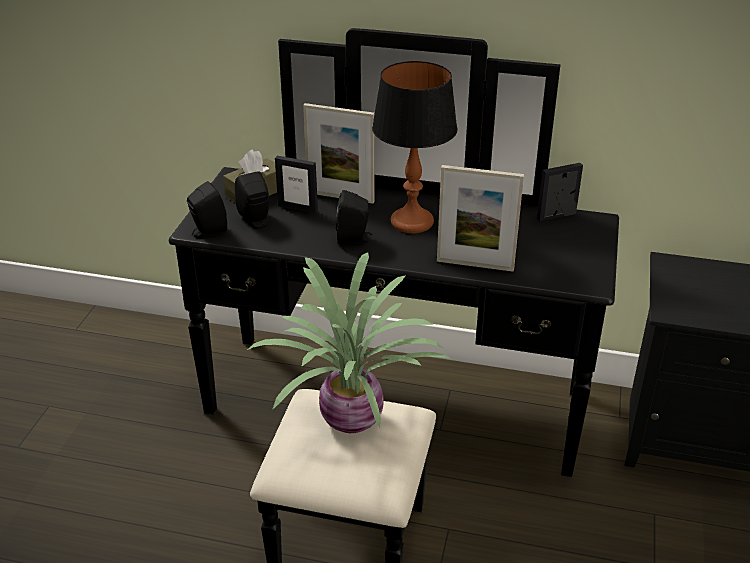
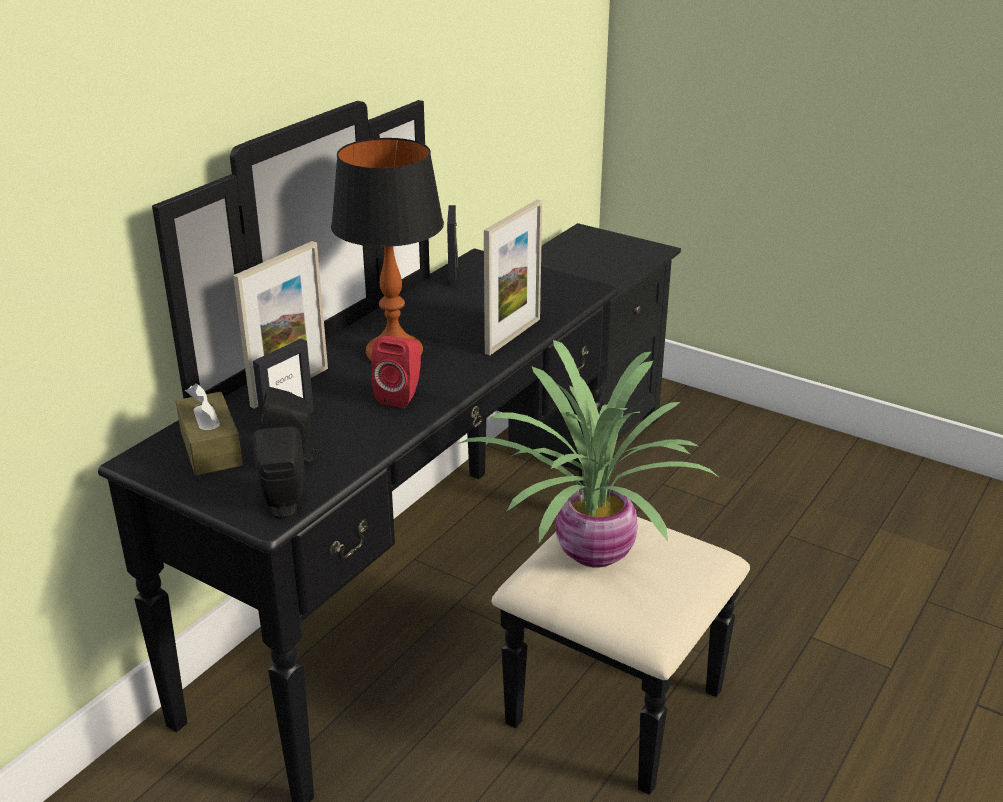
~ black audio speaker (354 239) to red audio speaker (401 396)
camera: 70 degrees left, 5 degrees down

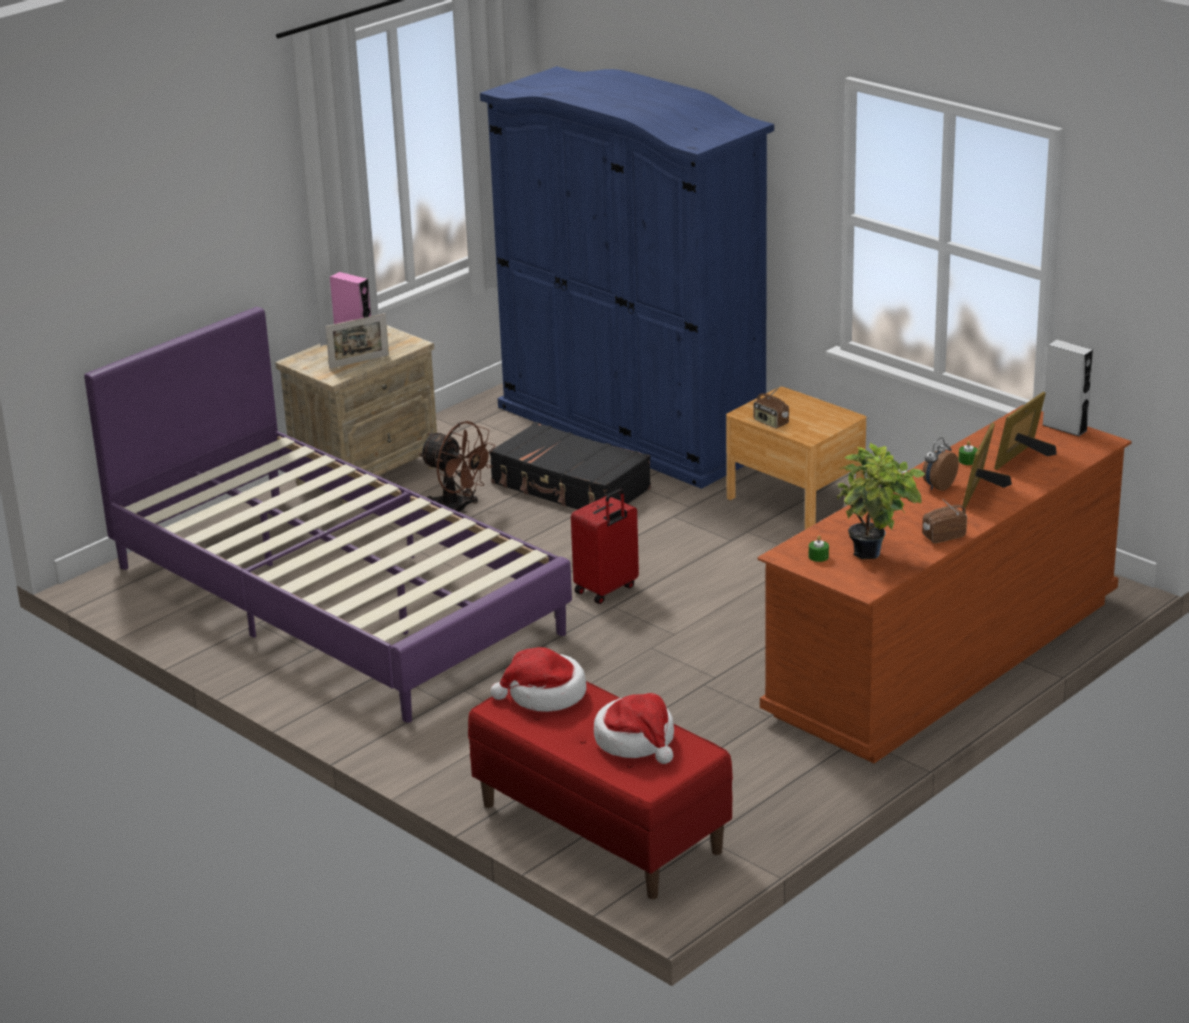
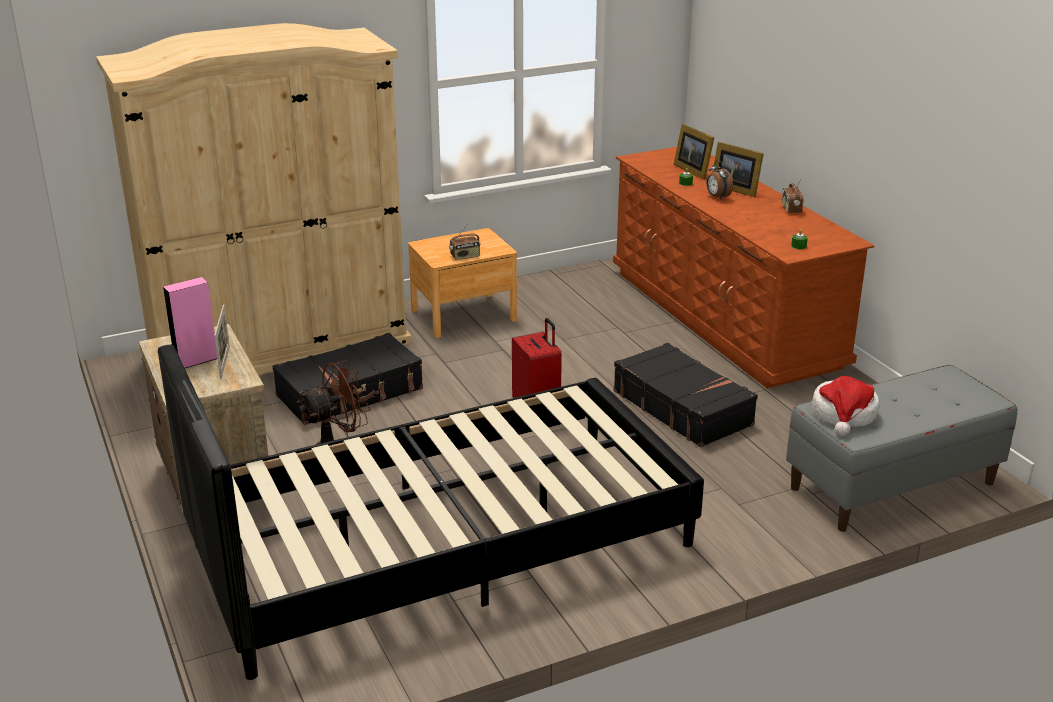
- wearable hat (636 741)
- houseplant (874 556)
- gray audio speaker (1064 427)
+ black piece of luggage (682 407)
~ purplish sleeping bed (335 598) to black sleeping bed (442 545)
~ red long seat (599 828) to gray long seat (892 486)
~ blue clothes cupboard (632 428) to beige clothes cupboard (279 348)
camera: 70 degrees left, 0 degrees up

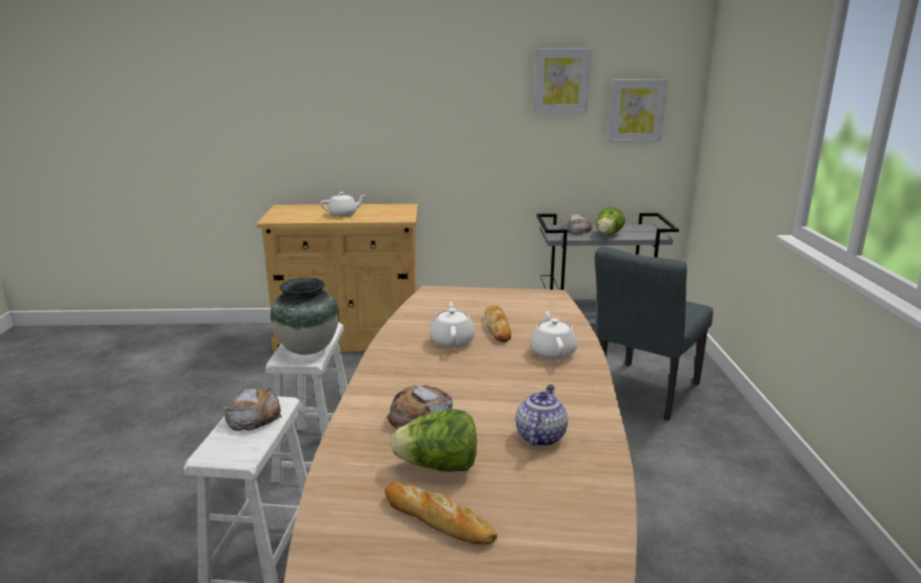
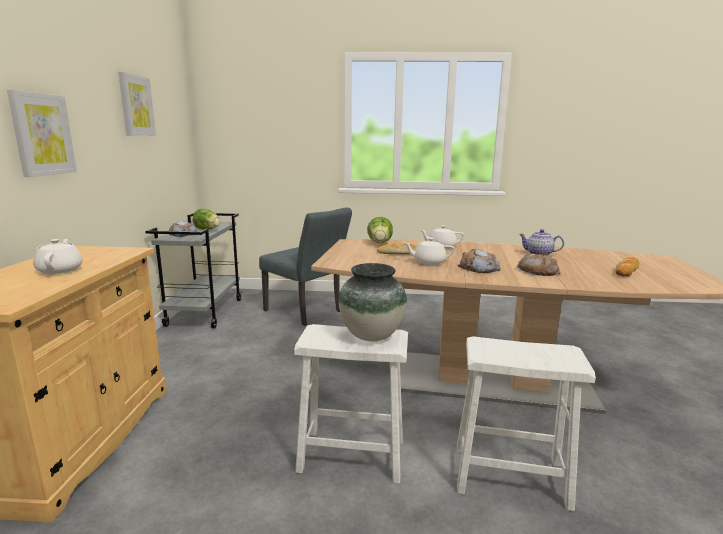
~ baked bread (254 416) to (478 268)
~ head of lettuce (438 466) to (380 243)
~ picture (636 110) to (42 134)
camera: 85 degrees left, 5 degrees down

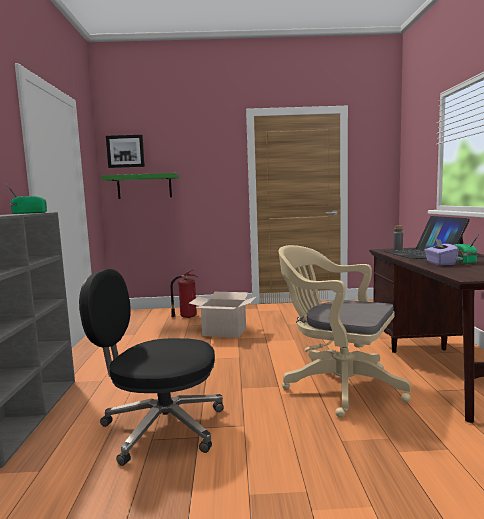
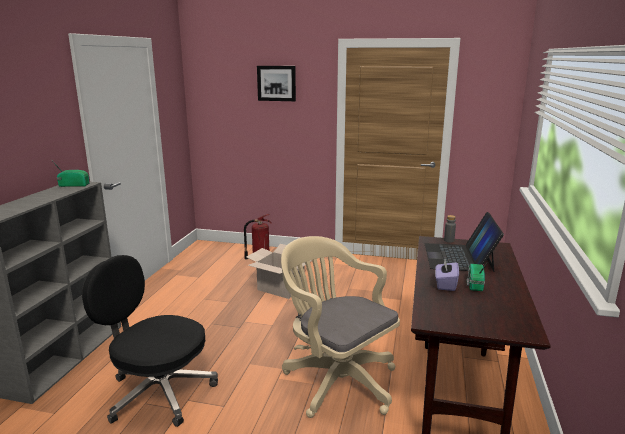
- green shelf (144 186)
~ picture (125 151) to (276 83)
camera: 15 degrees right, 10 degrees up

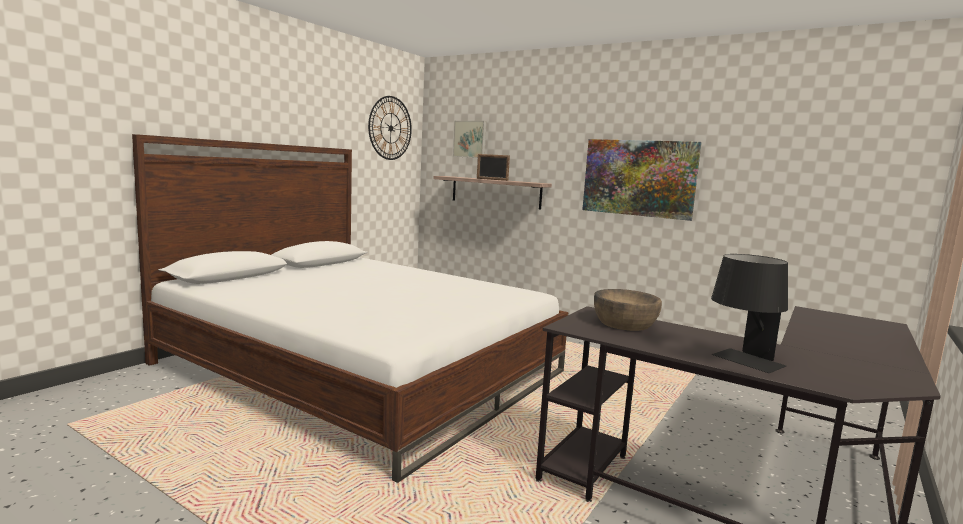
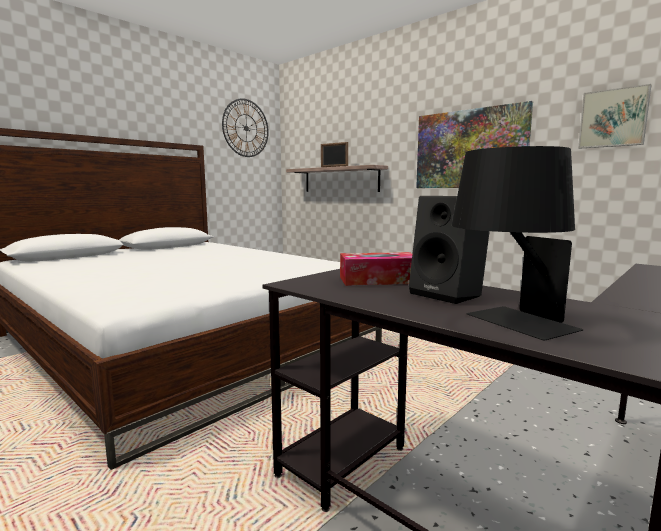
+ black audio speaker (450 294)
~ picture (470 139) to (613 118)
~ brownish bowl (624 323) to tissue box (378 280)
camera: 10 degrees right, 0 degrees up

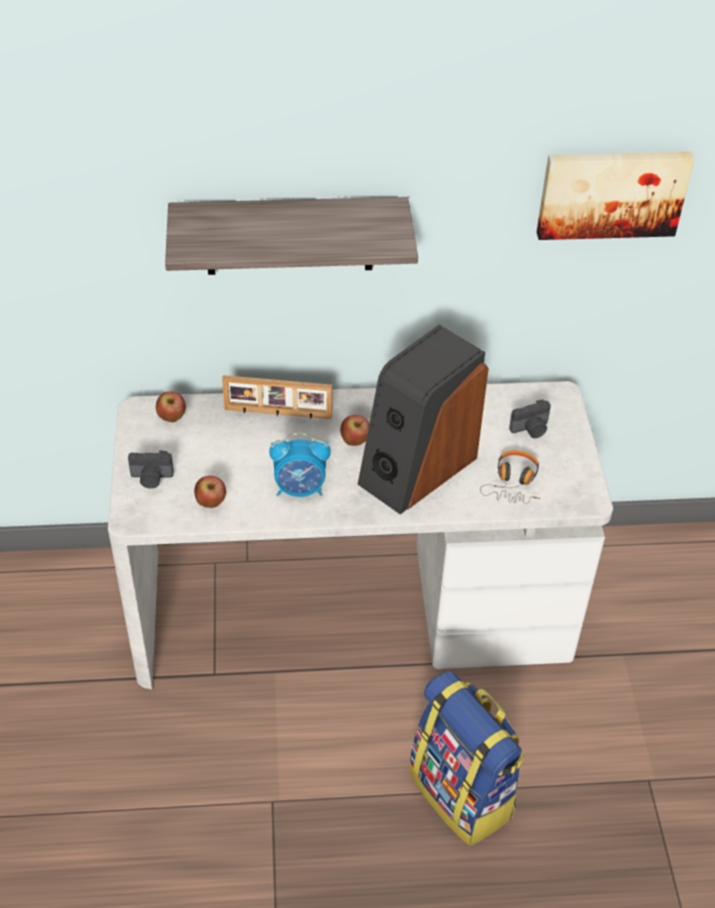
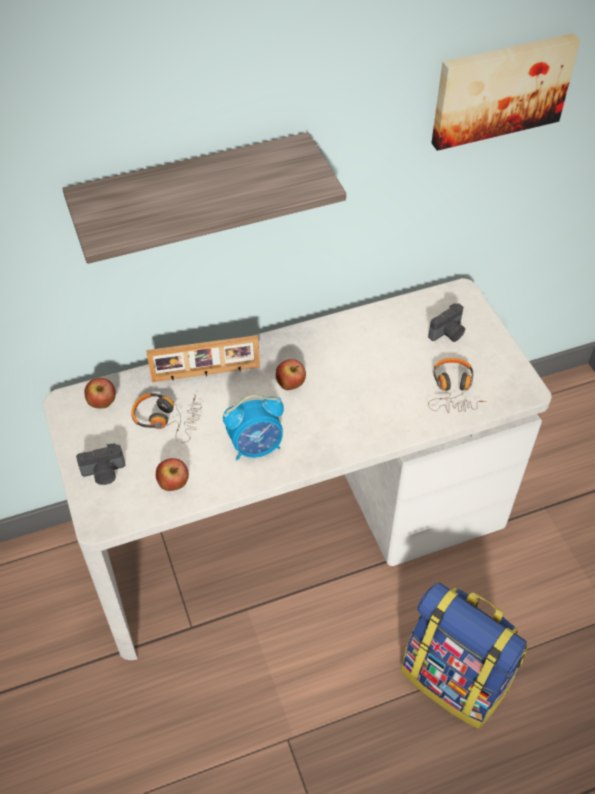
- audio speaker (416 468)
+ pair of headphones (167 419)
camera: 15 degrees left, 5 degrees up

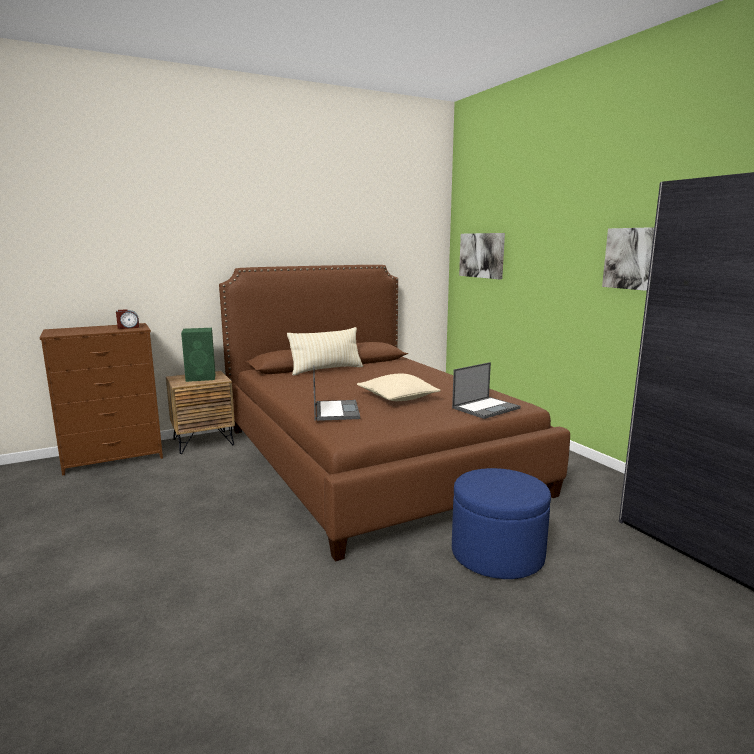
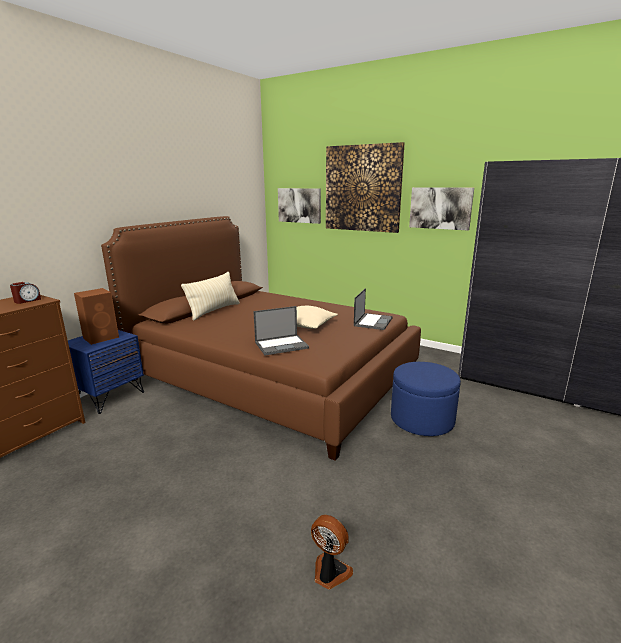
+ fan (329 573)
+ picture (362 188)
~ brownish nightstand (203 442) to blue nightstand (110 397)
~ green audio speaker (201 377) to brownish audio speaker (102 337)
~ laptop (335 410) = (282 345) 105 degrees clockwise
camera: 30 degrees left, 5 degrees up

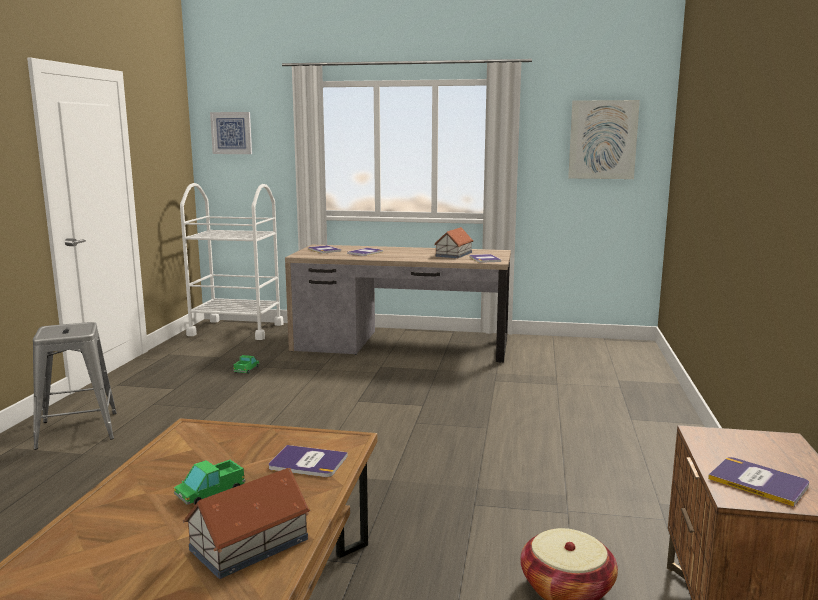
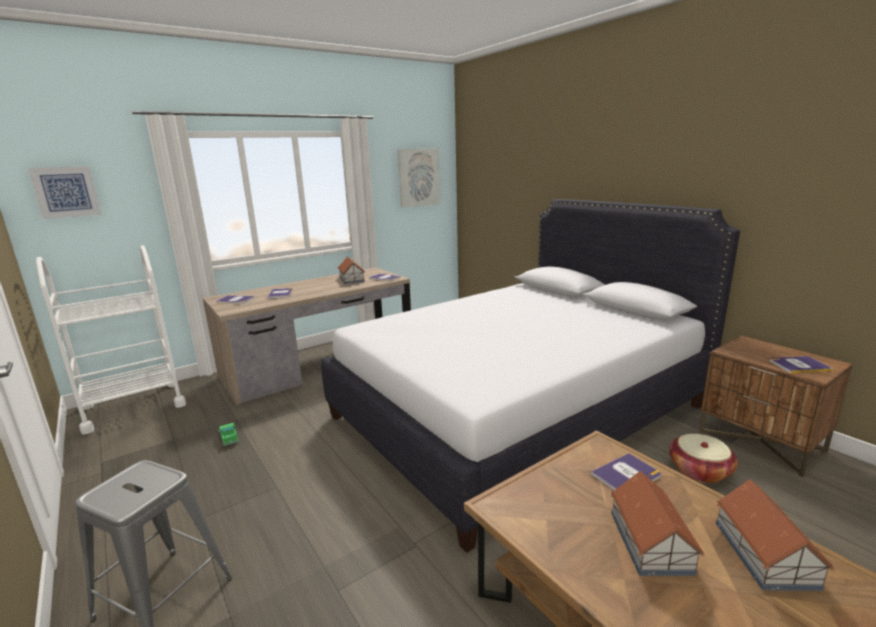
+ white-coloured sleeping bed (517 411)
~ toy truck (210 492) to toy house (650 541)
camera: 45 degrees left, 5 degrees up

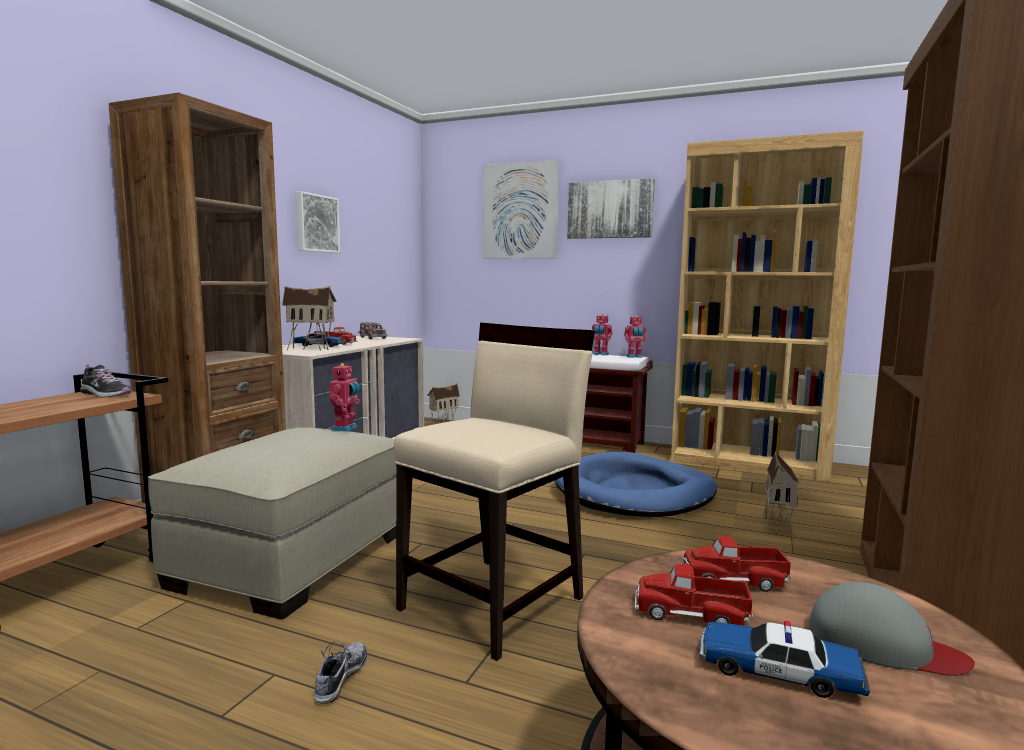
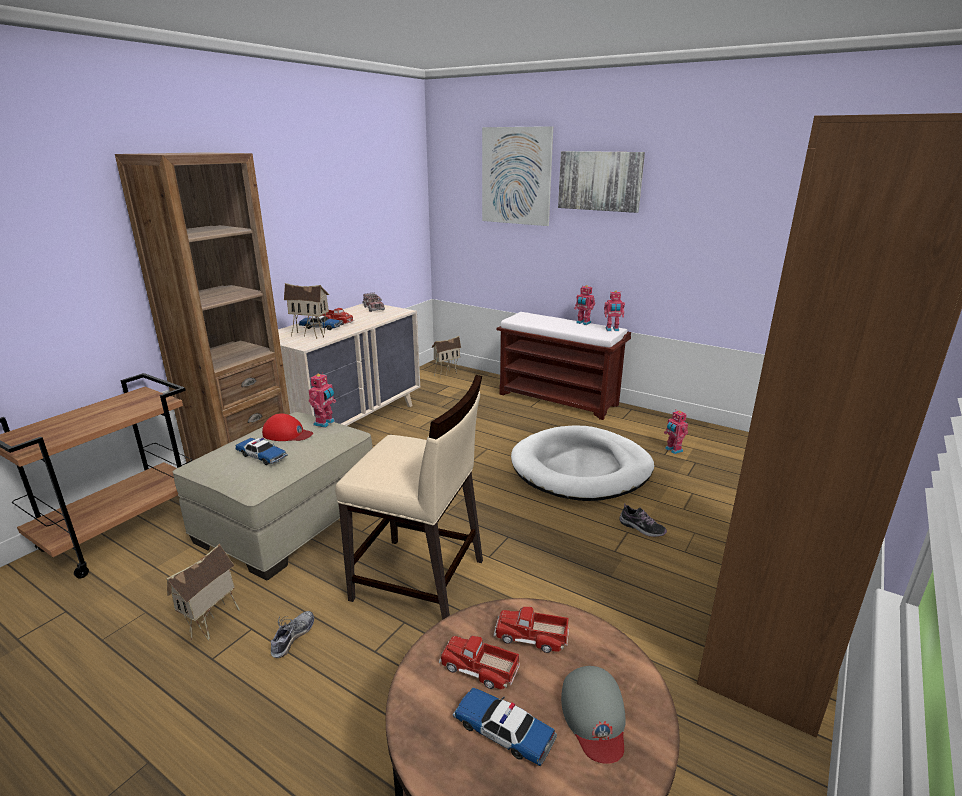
- picture (316 223)
- brownish bookcase (748 462)
+ miniature car (261 456)
+ red peaked cap (287 434)
+ model robot (673 450)
~ shoe (105 394) to (641 528)
~ toy house (778 527) to (214 625)
~ blue dog bed (634 492) to white-coloured dog bed (581 468)
~ beige plain chair (494 603) = (419 580) 60 degrees clockwise
~ gray peaked cap (882 644) = (594 716) 45 degrees clockwise
camera: 10 degrees right, 15 degrees up

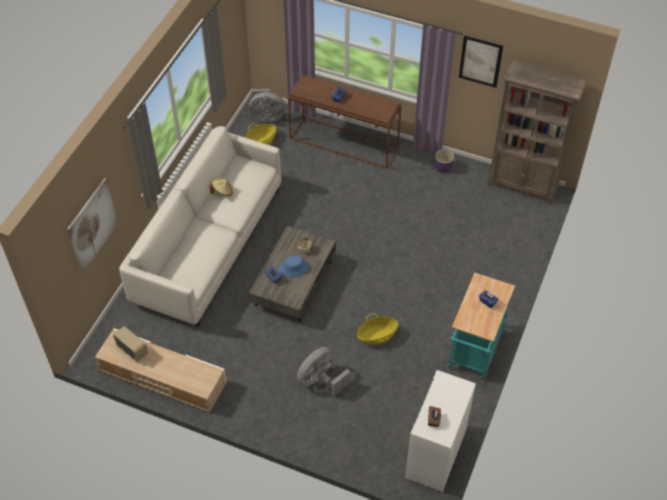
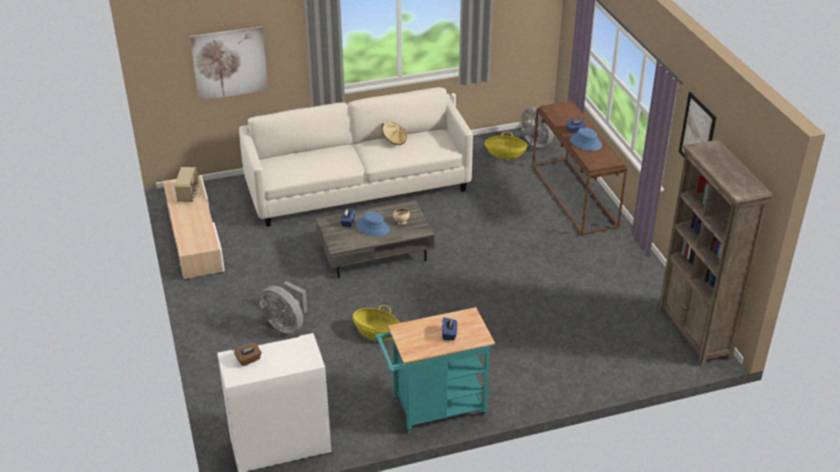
- purplish planter (443 167)
+ blue wearable hat (585 143)
~ gray fan (320 380) = (286 325) 150 degrees counterclockwise
camera: 50 degrees right, 15 degrees down

